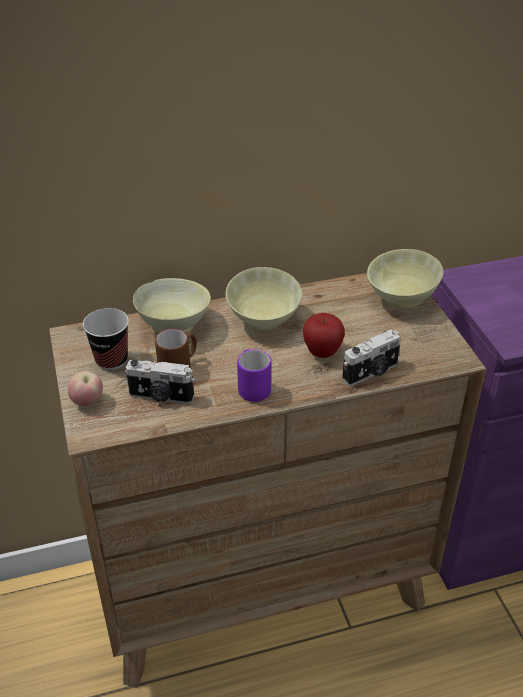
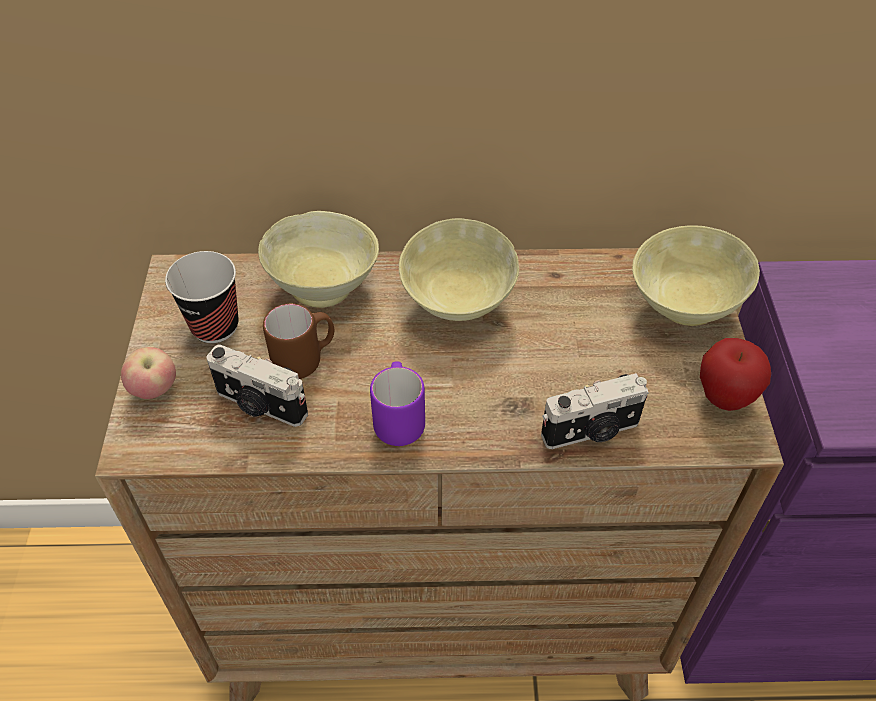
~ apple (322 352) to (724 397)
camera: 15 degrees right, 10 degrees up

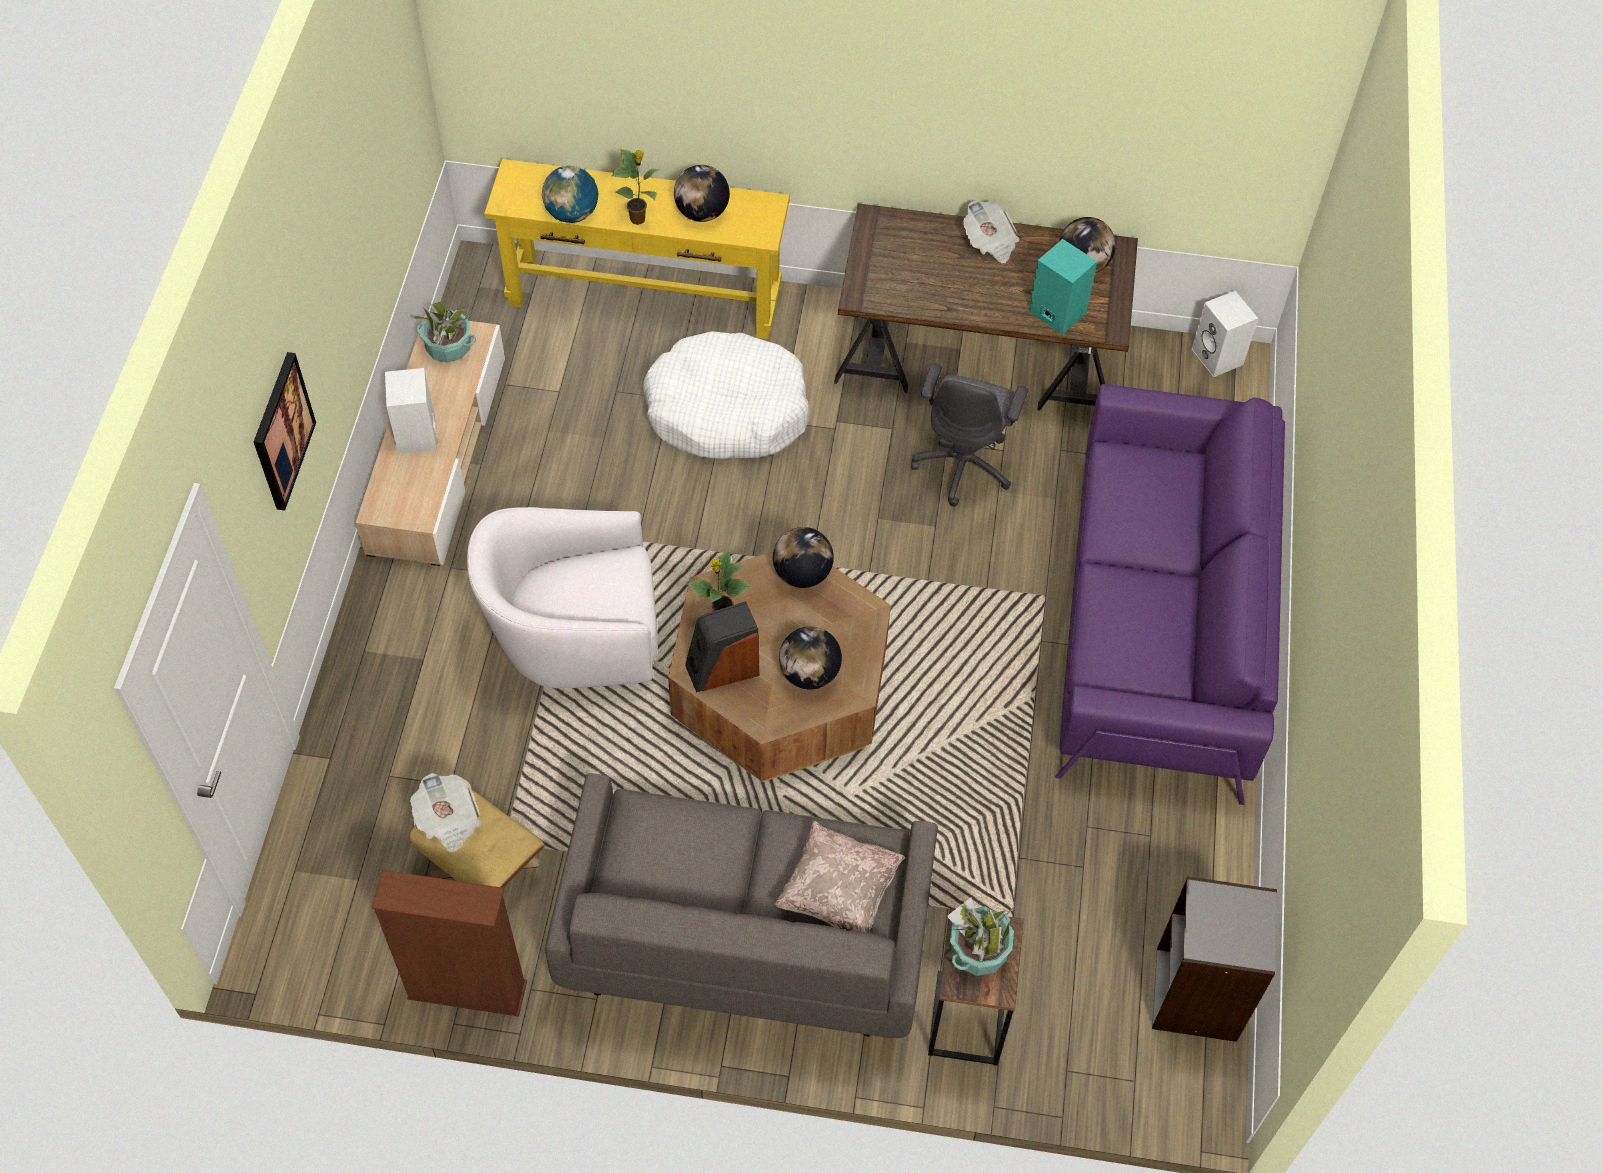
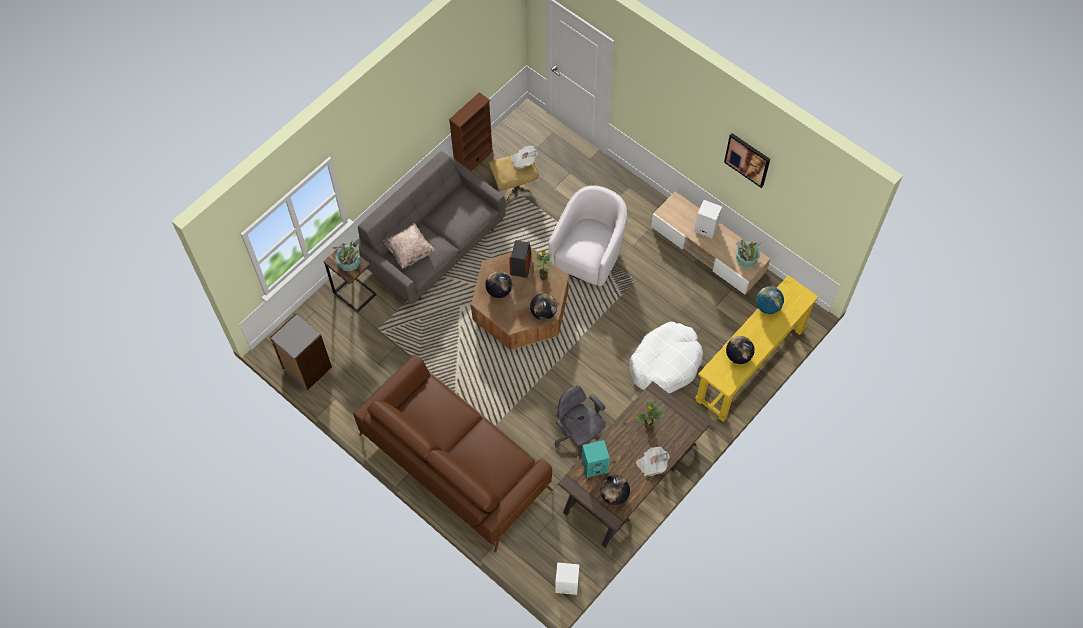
~ picture (281 431) to (747 159)
~ houseplant (639 219) to (648 425)
~ purplish couch (1160 619) to brownish couch (455 462)
camera: 125 degrees right, 5 degrees up

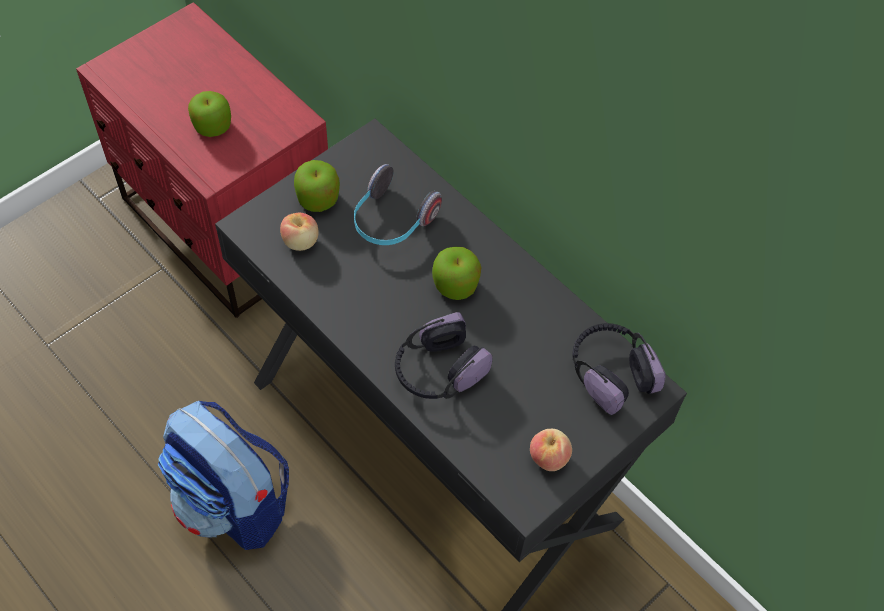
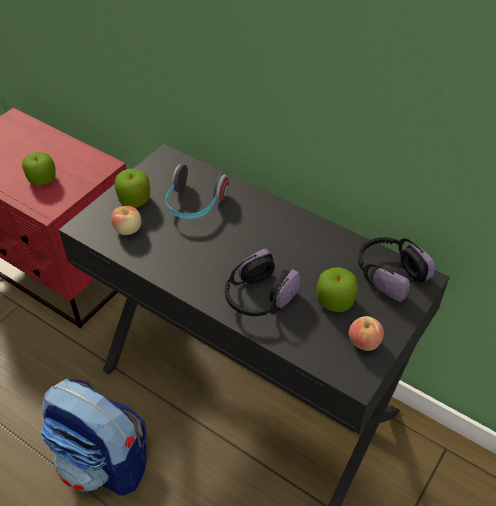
~ apple (455 284) to (335 300)
camera: 10 degrees left, 10 degrees down

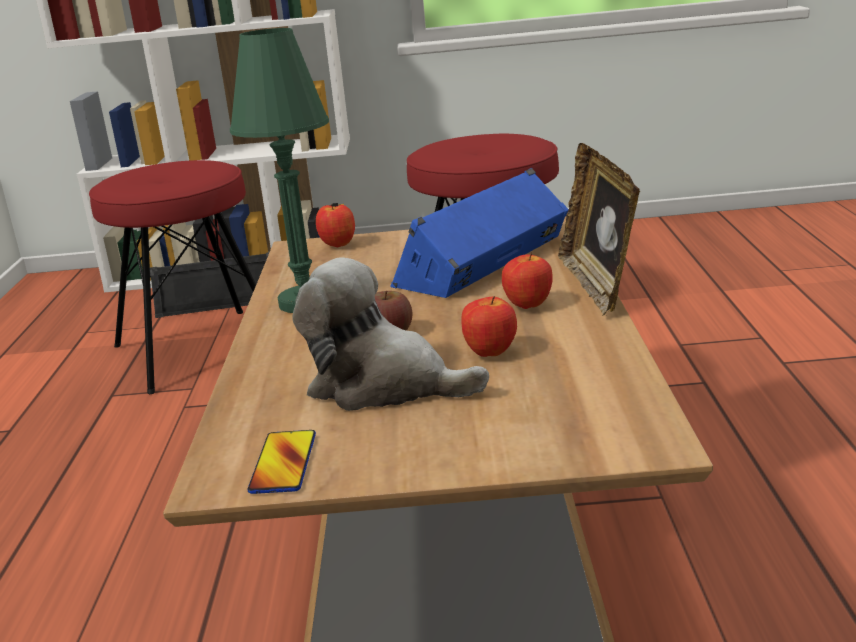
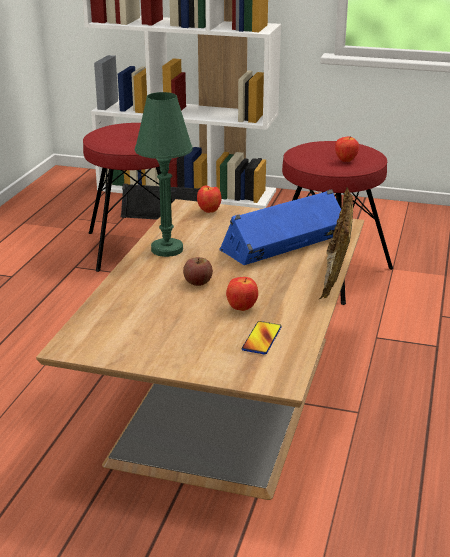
- cuddly toy (383 386)
~ handset (283 463) to (262 339)
~ apple (528 306) to (346 161)
camera: 15 degrees right, 5 degrees up

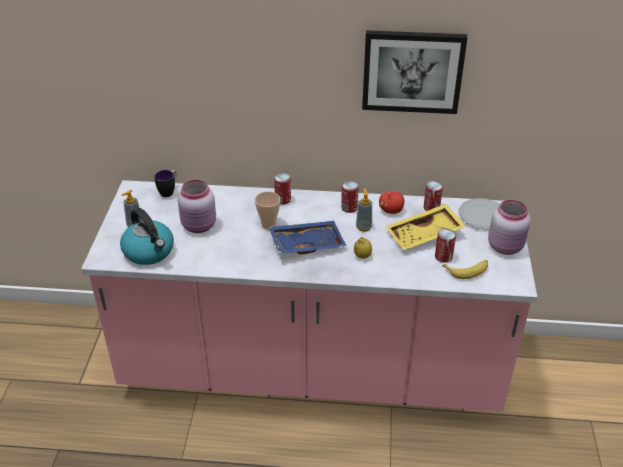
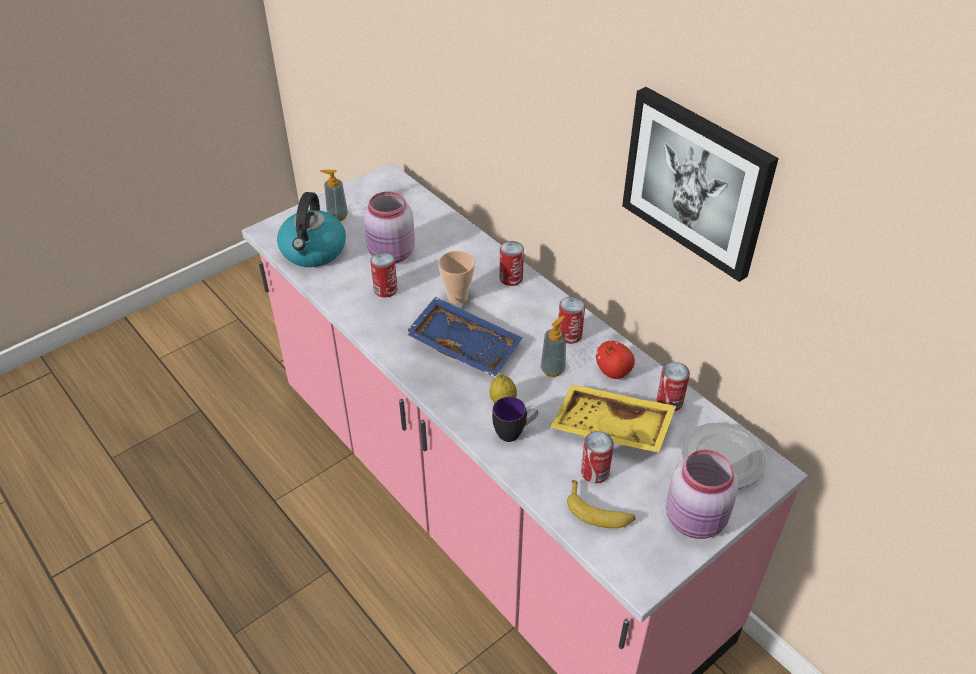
+ can (385 290)
~ coffee mug (169 191) to (515 432)
camera: 45 degrees right, 5 degrees up

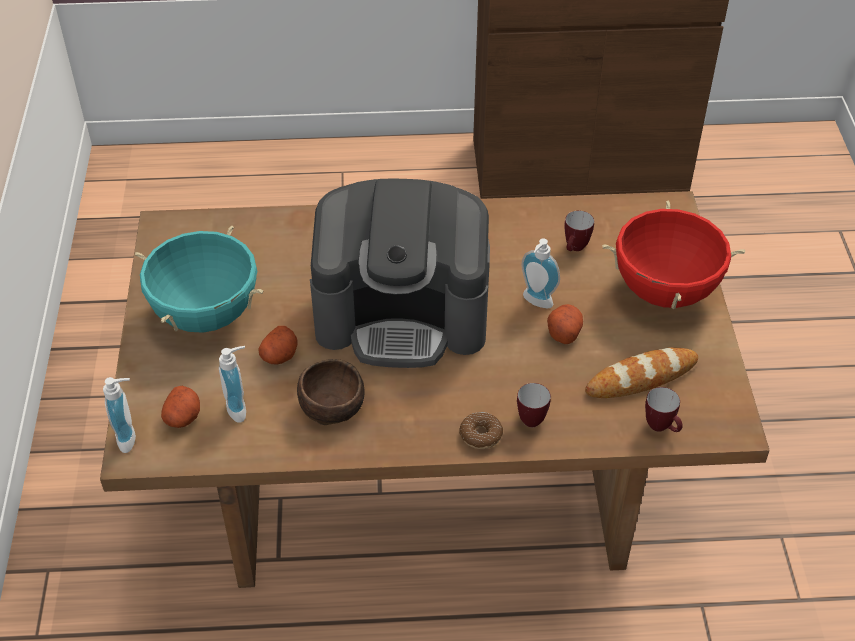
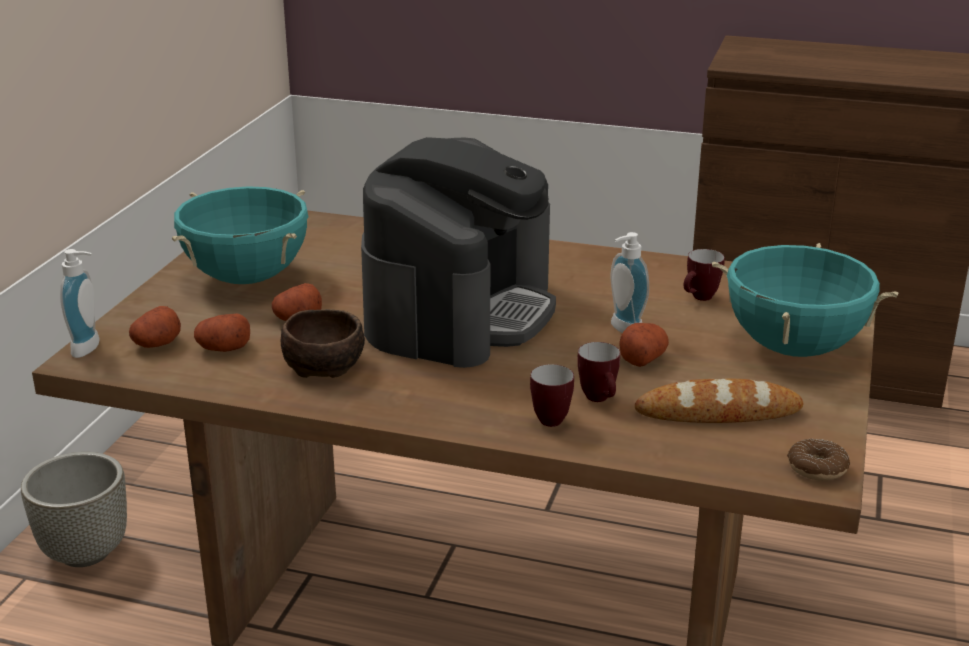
+ gray planter (85 552)
~ doughnut (481 435) to (817 468)
~ coffee mug (662 428) to (600 400)
~ soap bottle (240 408) to whole potato (223 348)
~ red stockpot (665 291) to turquoise stockpot (793 348)
~ coffee maker (403 313) = (460 312) 90 degrees counterclockwise
camera: 20 degrees right, 20 degrees down

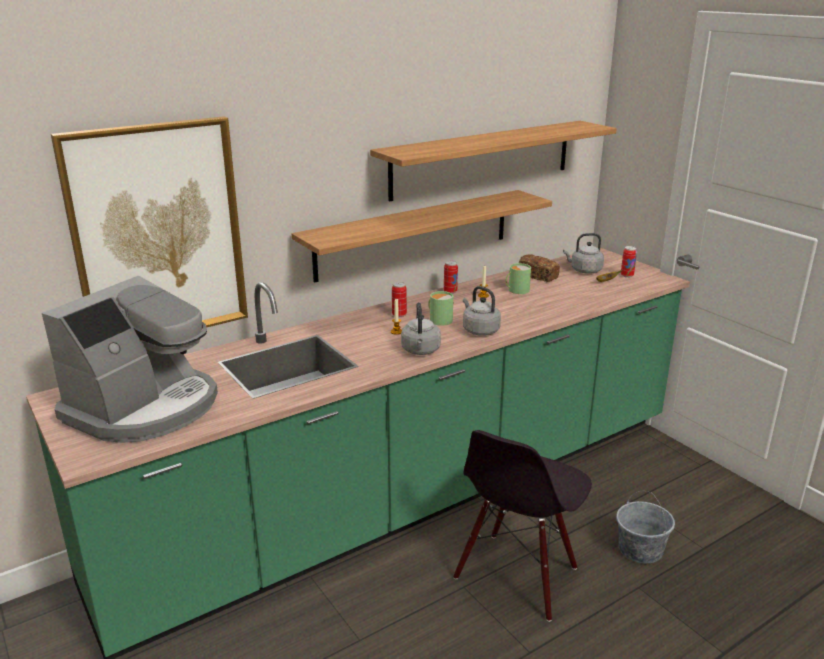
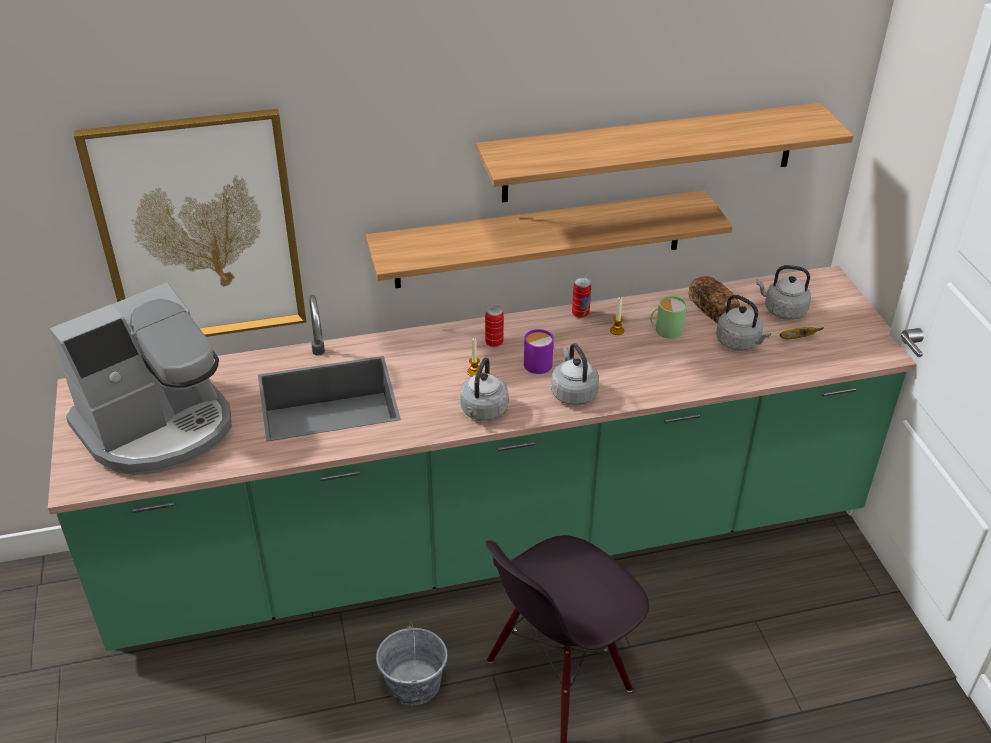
- can (627 275)
+ gray kettle (739 343)
~ gray bucket (640 549) to (413 683)
~ green coffee mug (439 319) to purplish coffee mug (536 362)
camera: 20 degrees right, 15 degrees up

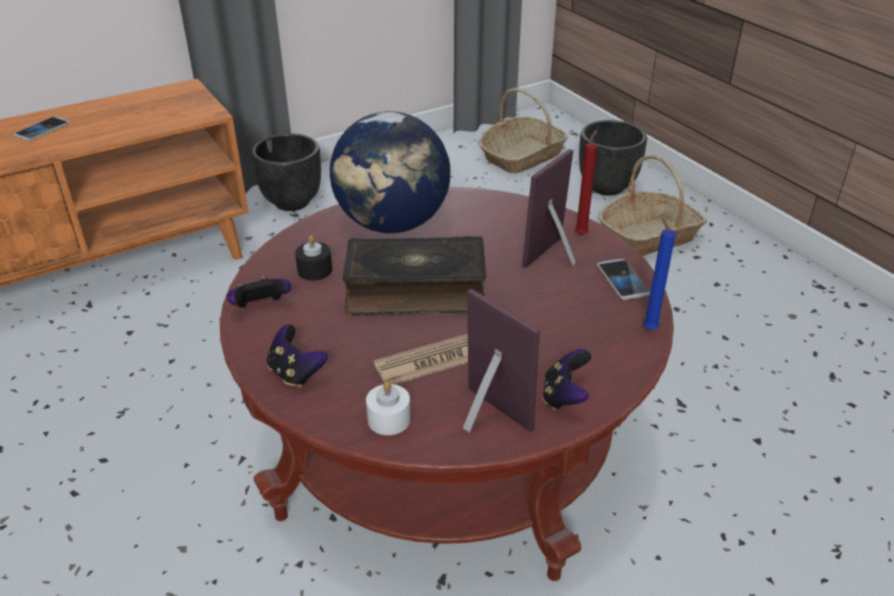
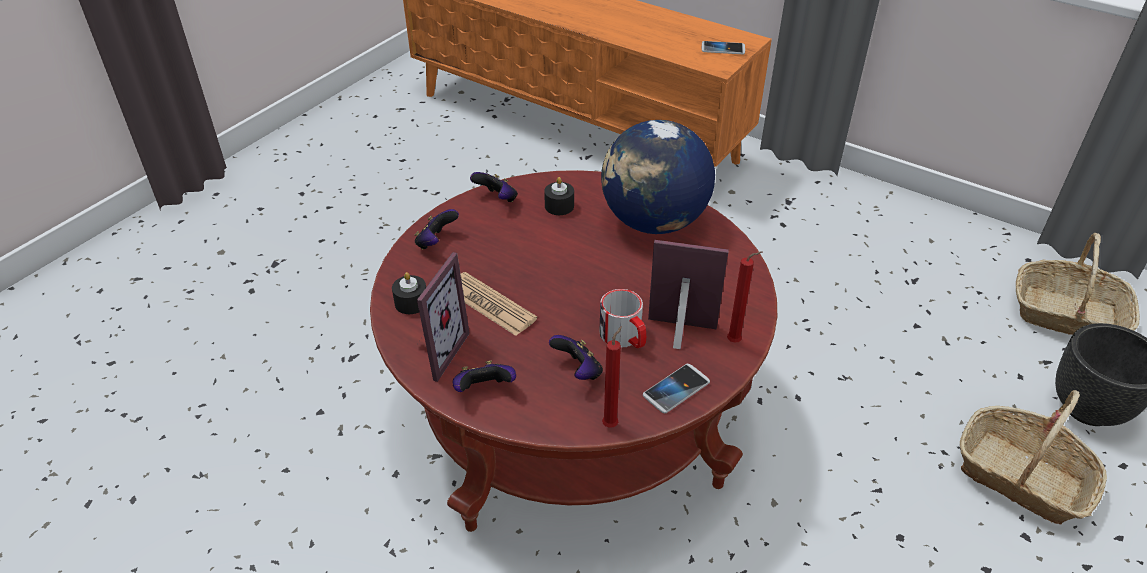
- black planter (291 203)
- volume (415 290)
+ game controller (578 371)
+ coffee mug (625 337)
~ handset (42 130) to (723 49)
~ white-coloured candle (389 419) to black candle (411 302)
~ blue candle (648 328) to red candle (611 424)
camera: 65 degrees right, 5 degrees up

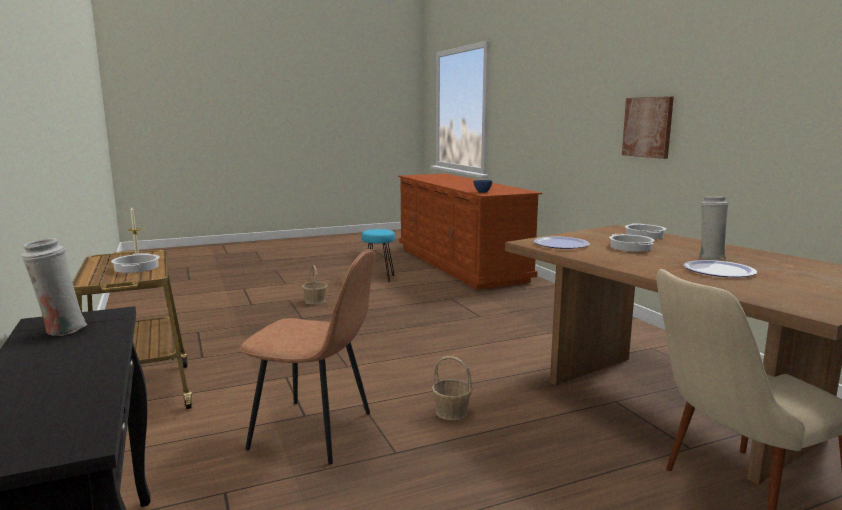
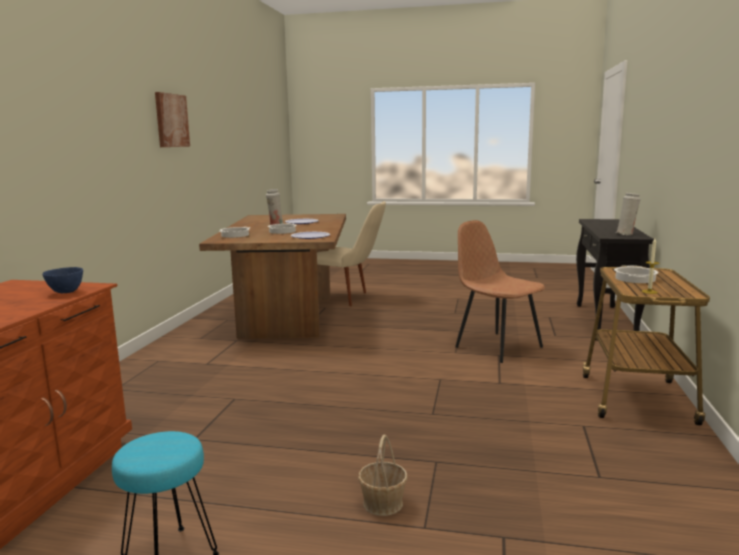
- basket (451 412)
~ picture (648 127) to (171 120)
camera: 145 degrees left, 0 degrees up

